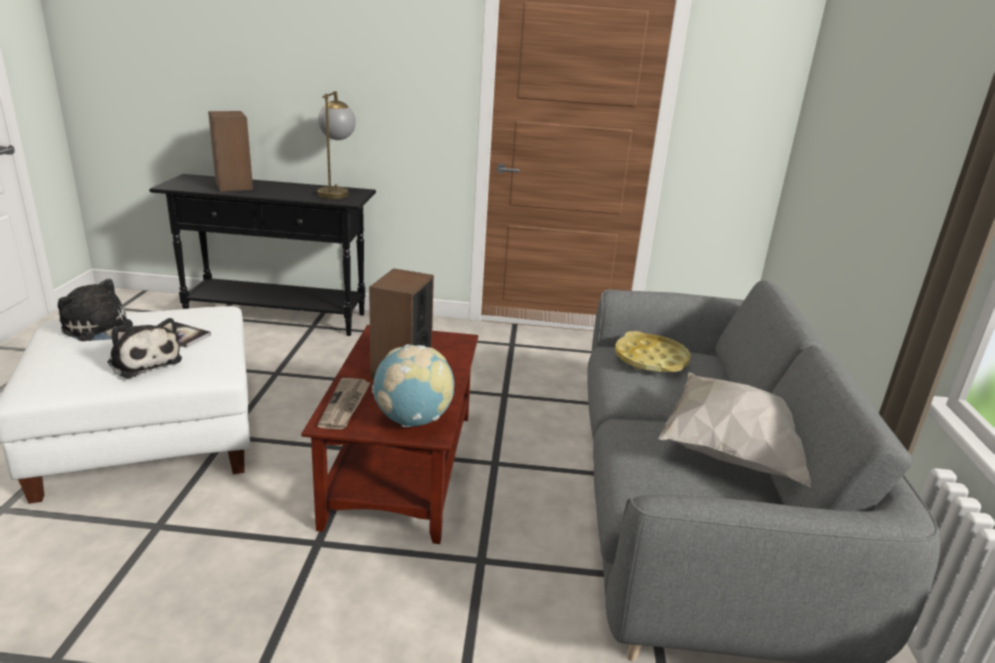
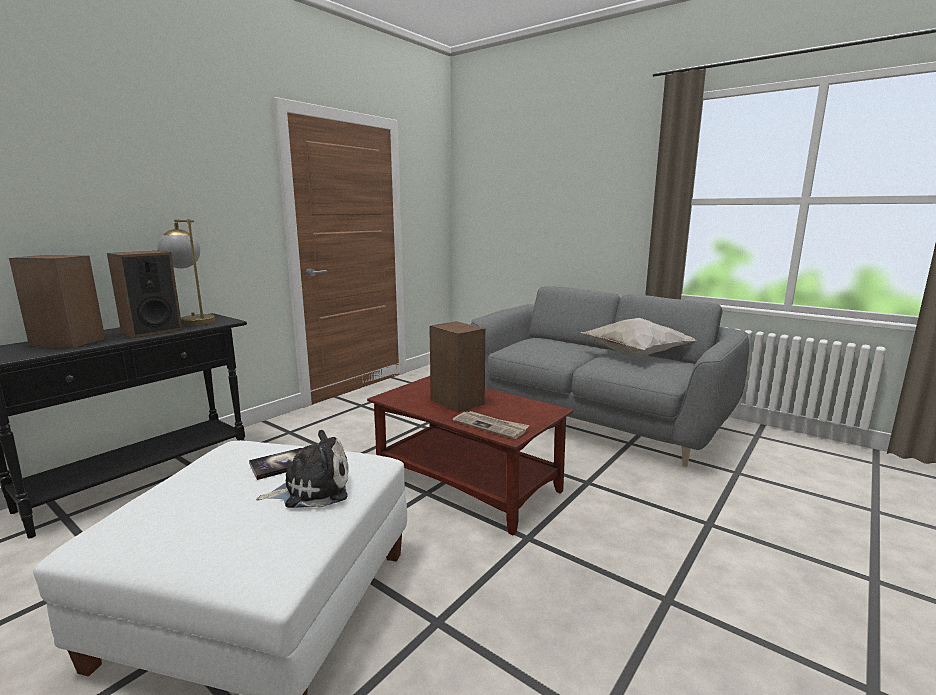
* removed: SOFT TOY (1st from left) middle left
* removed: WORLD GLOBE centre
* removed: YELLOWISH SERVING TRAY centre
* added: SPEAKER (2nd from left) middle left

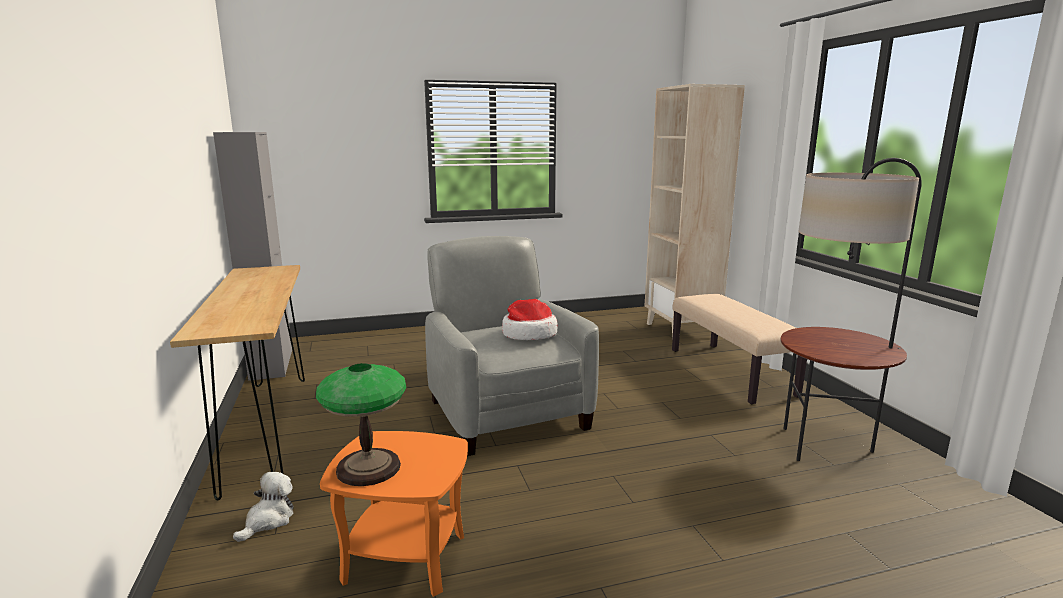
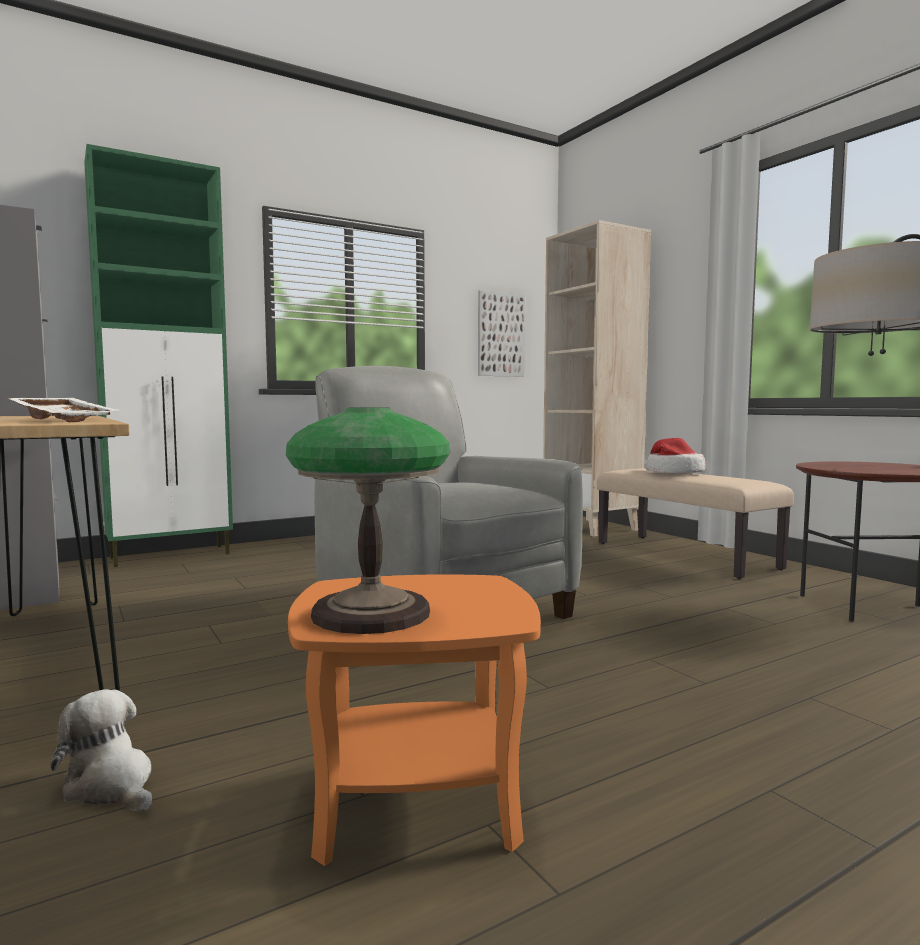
* turned: SOFT TOY bottom left = bottom left 60 degrees counterclockwise
* moved: WEARABLE HAT centre to middle right
* added: WHITE-COLOURED SERVING TRAY middle left
* added: GREENISH STORAGE CABINET middle left
* added: WALL ART centre

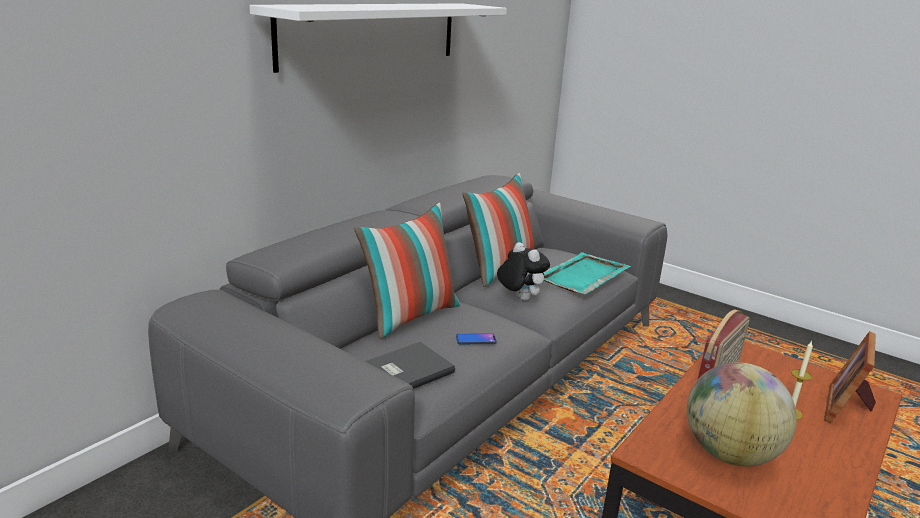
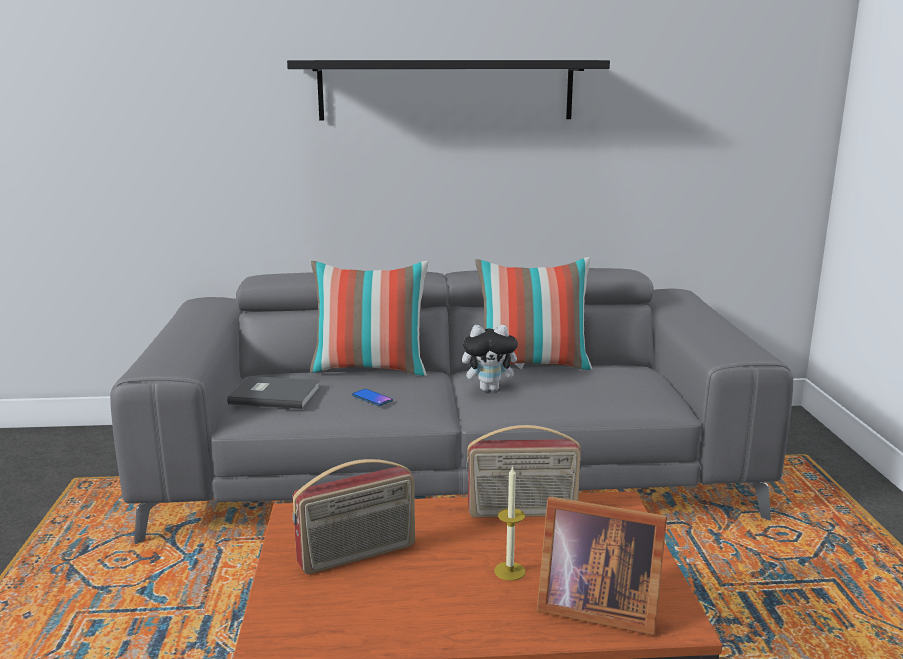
* recoloured: WHITE-COLOURED WALL SHELF top centre to BLACK WALL SHELF top centre
* turned: SOFT TOY centre = centre 75 degrees clockwise
* removed: TURQUOISE-COLOURED SERVING TRAY centre
* replaced: WORLD GLOBE bottom right to RADIO RECEIVER (1st from left) bottom centre
* turned: PICTURE FRAME bottom right = bottom right 150 degrees counterclockwise

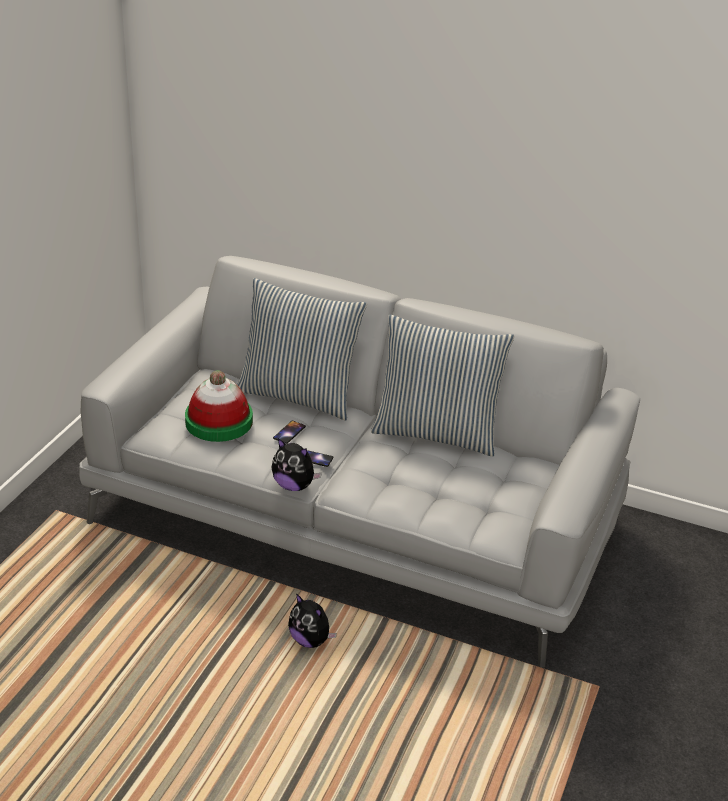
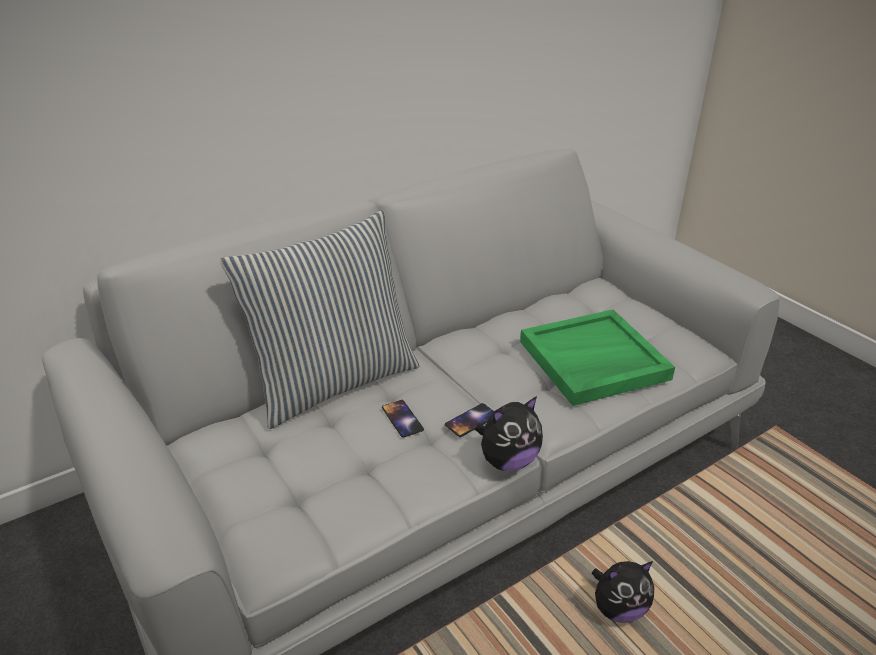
* removed: WEARABLE HAT middle left
* removed: THROW PILLOW (2nd from left) centre
* added: GREENISH SERVING TRAY middle right

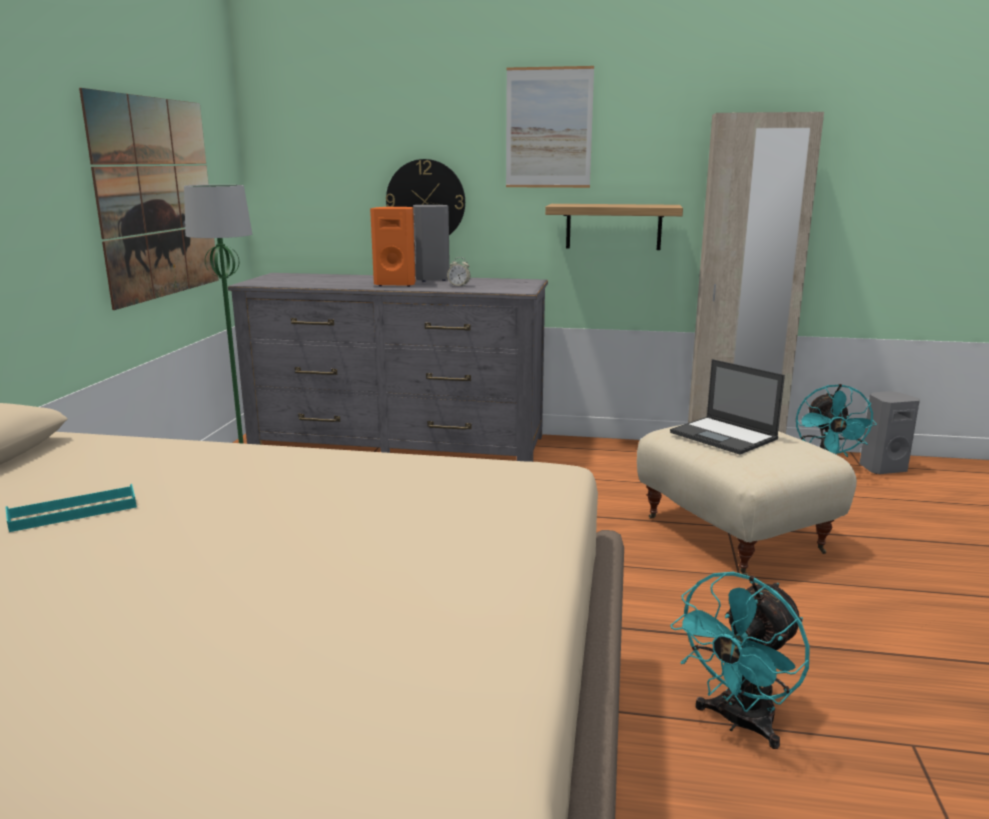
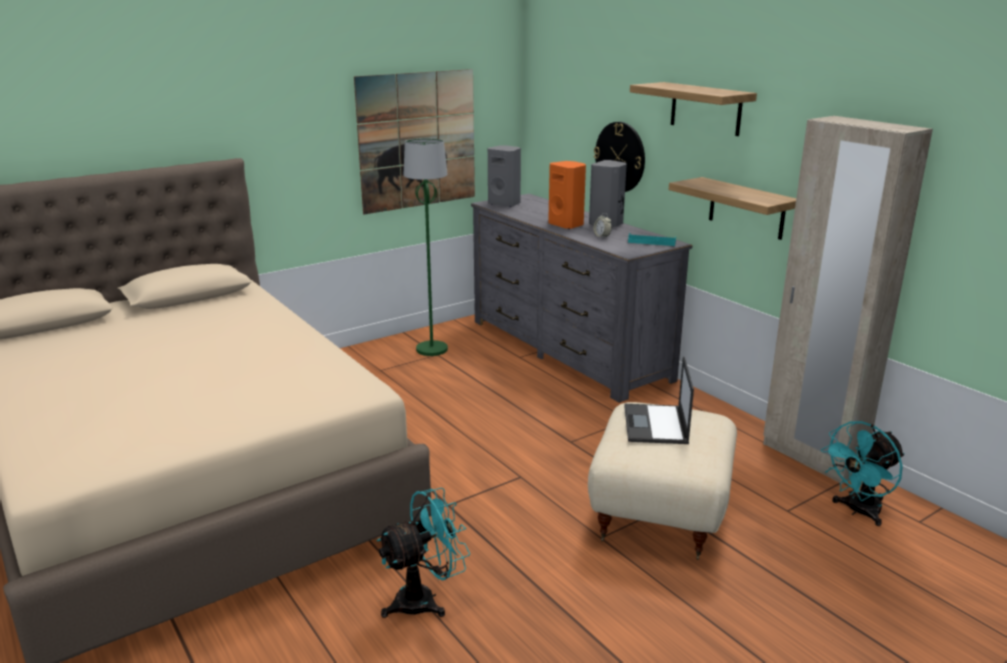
* moved: TURQUOISE-COLOURED SERVING TRAY middle left to centre
* replaced: WALL ART (2nd from left) top centre to WALL SHELF (1st from left) top right
* turned: TURQUOISE-COLOURED COOLING FAN (1st from left) bottom right = bottom centre 150 degrees clockwise
* moved: GREY SPEAKER (2nd from left in the first image) middle right to GREY SPEAKER (1st from left) top centre

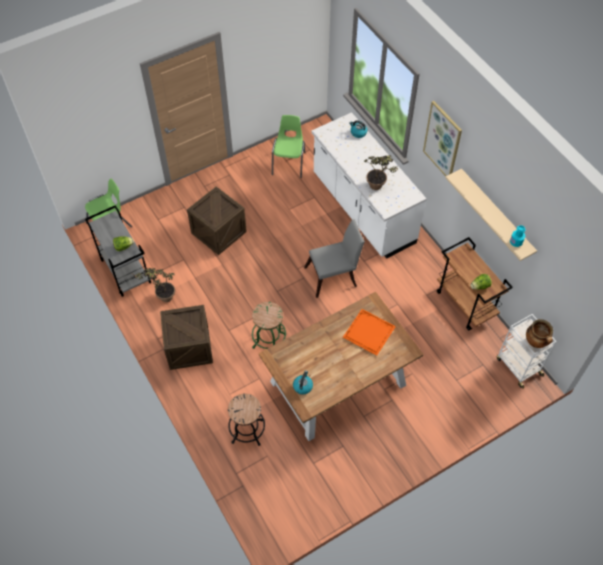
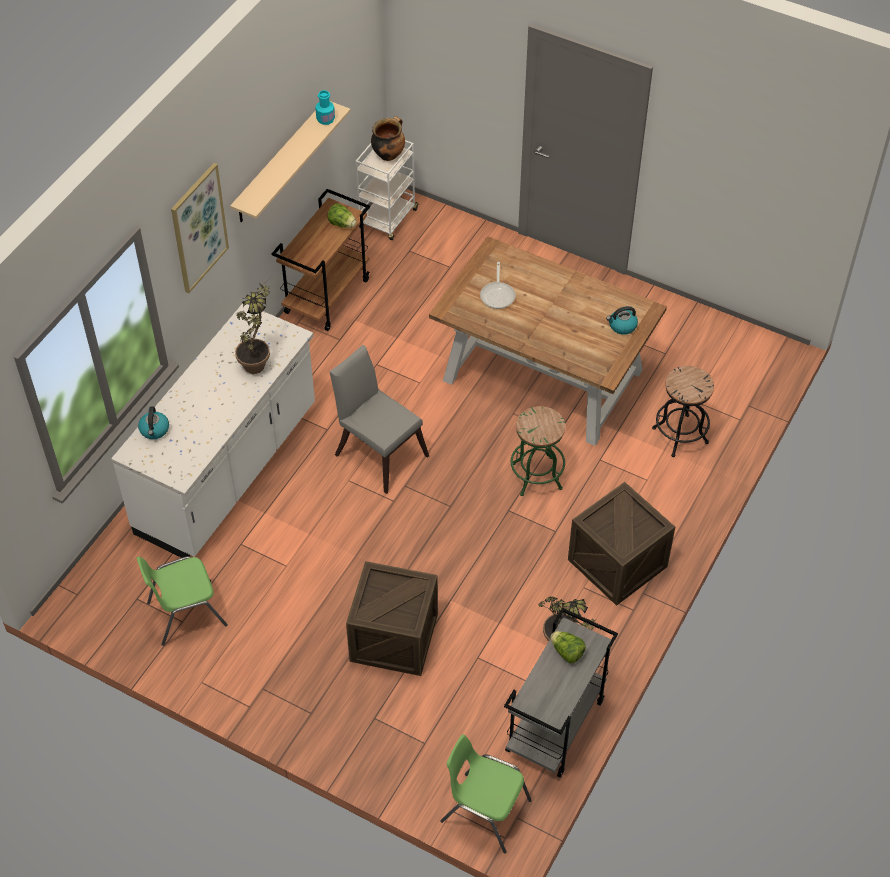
* replaced: ORANGE-COLOURED SERVING TRAY centre to SKILLET top centre

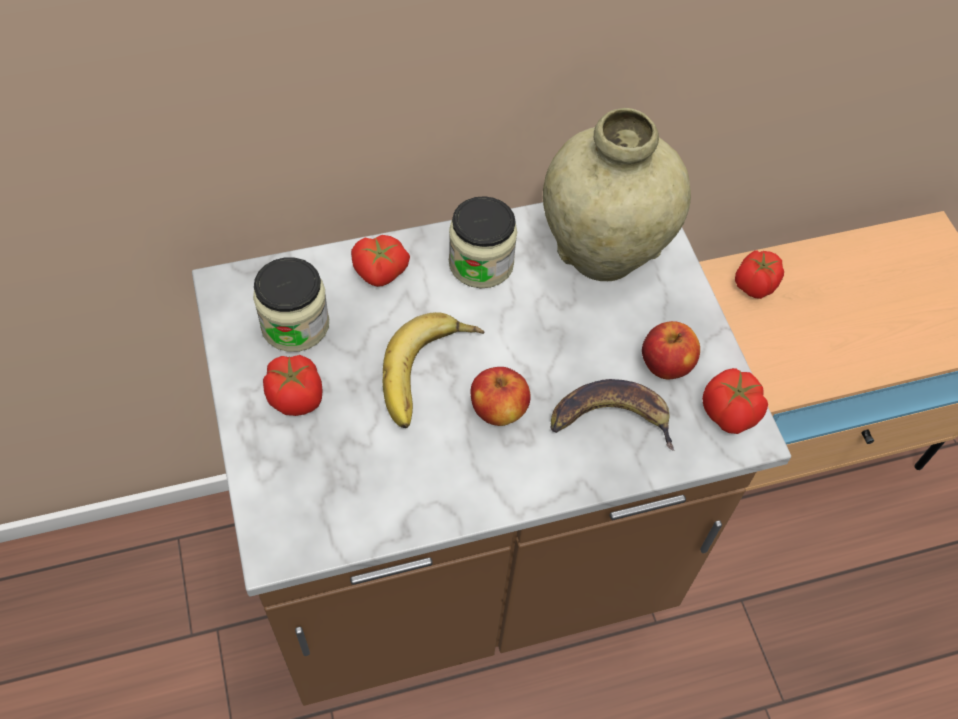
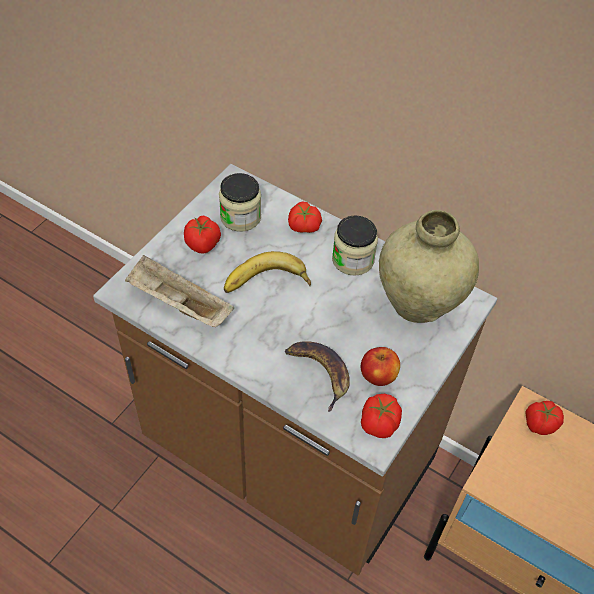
* removed: APPLE (1st from left) centre
* added: SAND-COLOURED SERVING TRAY middle left

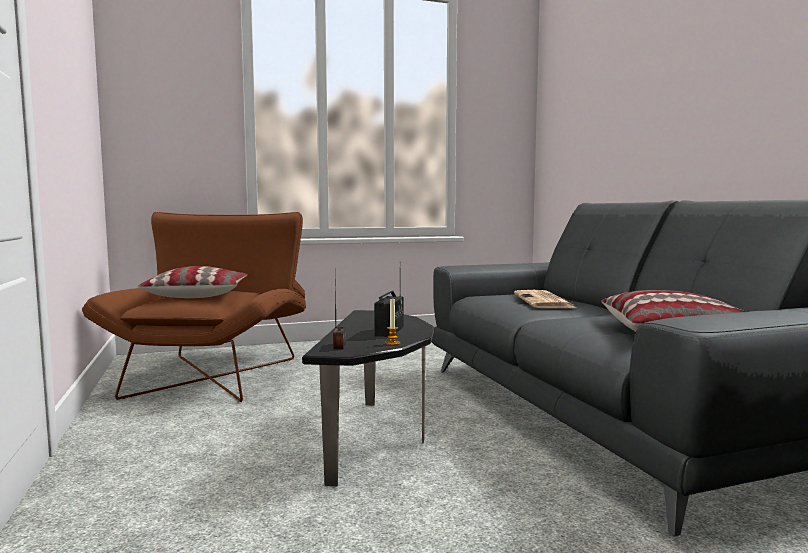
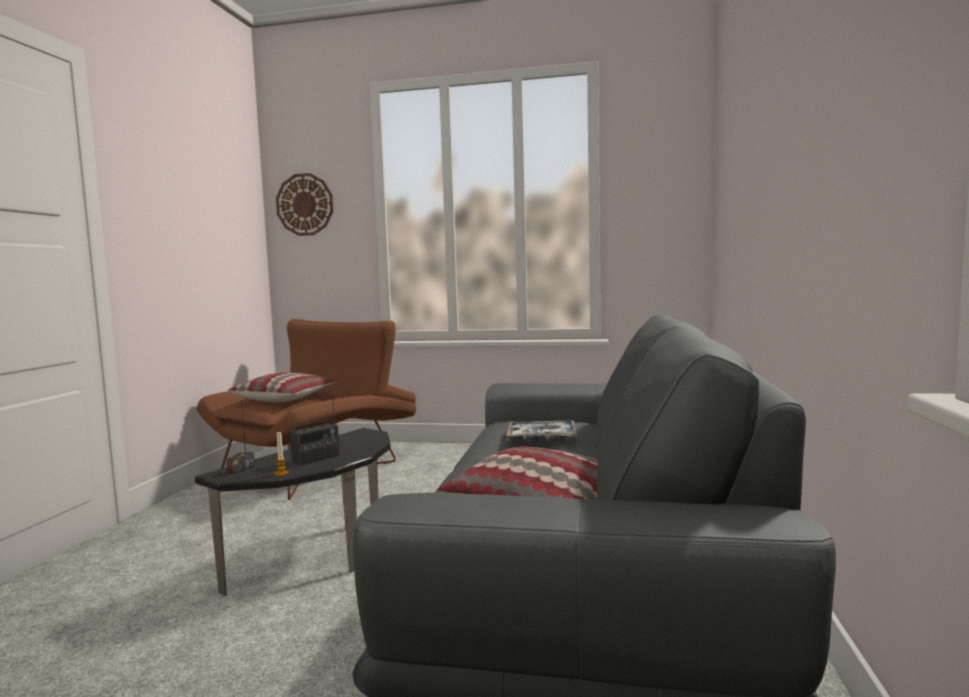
* replaced: PRINTED PAPER middle right to SERVING TRAY centre
* added: HANGING CLOCK top left

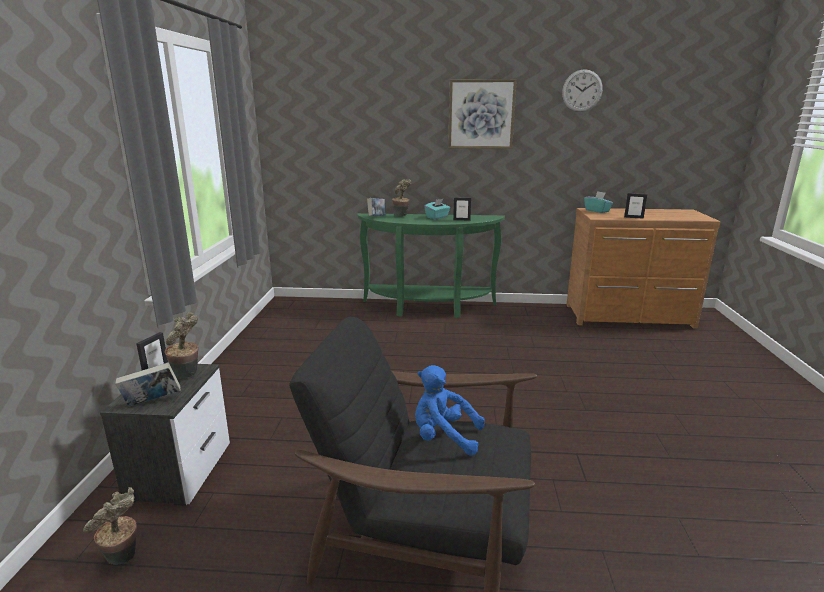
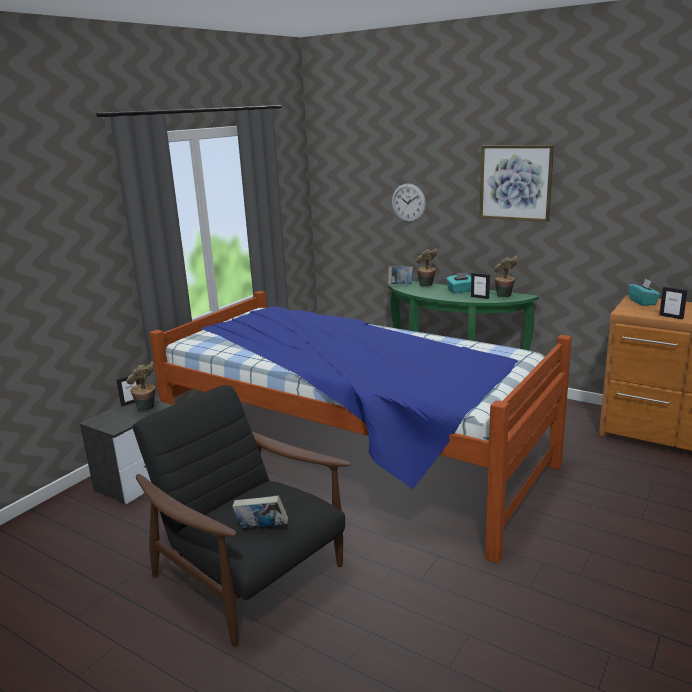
* moved: HOUSEPLANT (1st from left in the first image) bottom left to HOUSEPLANT (3rd from left) middle right
* moved: VOLUME (1st from left) middle left to bottom centre
* removed: BLUISH SOFT TOY bottom centre
* moved: HANGING CLOCK top right to top centre
* added: SLEEPING BED centre

